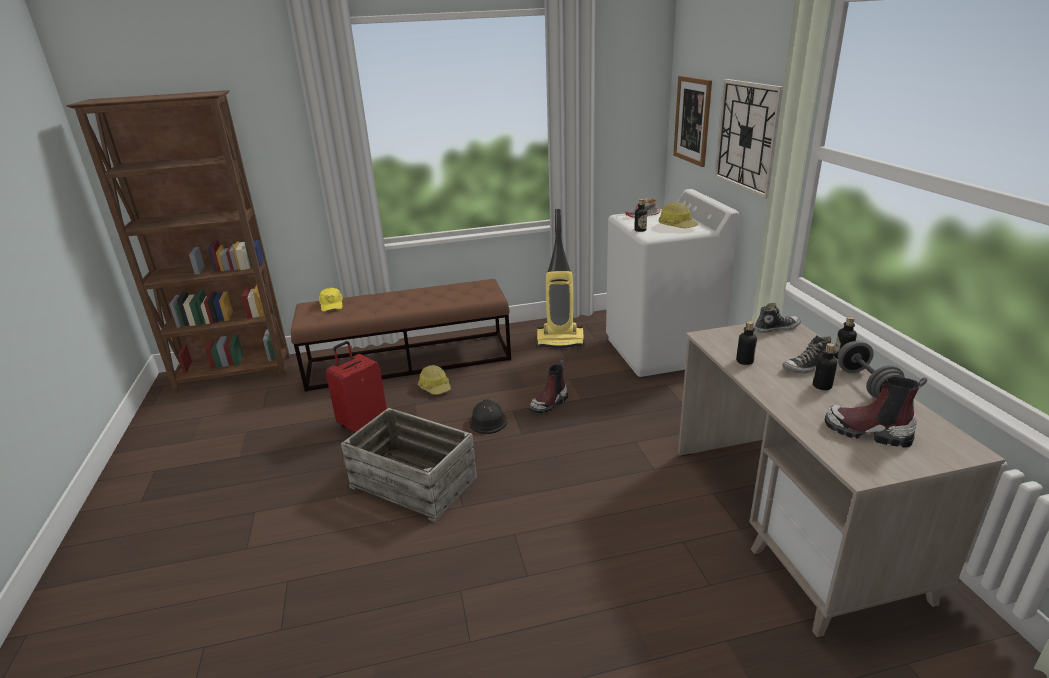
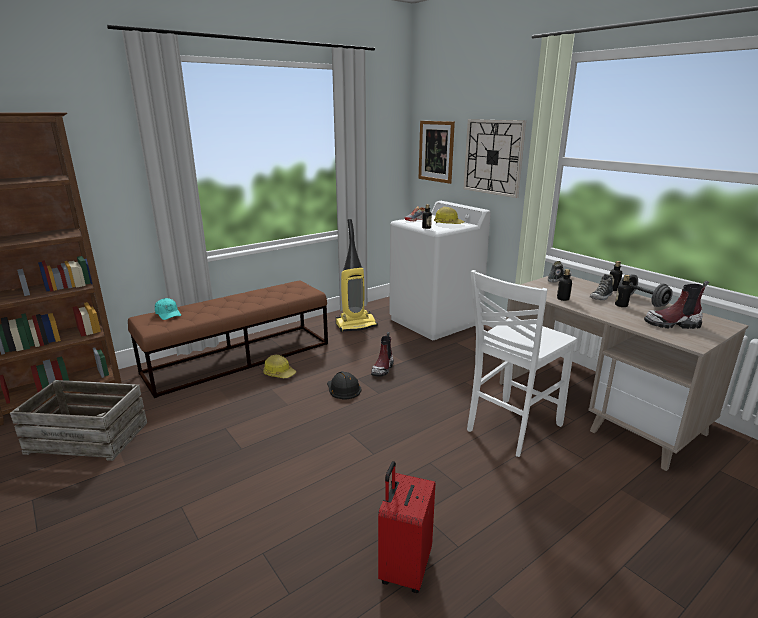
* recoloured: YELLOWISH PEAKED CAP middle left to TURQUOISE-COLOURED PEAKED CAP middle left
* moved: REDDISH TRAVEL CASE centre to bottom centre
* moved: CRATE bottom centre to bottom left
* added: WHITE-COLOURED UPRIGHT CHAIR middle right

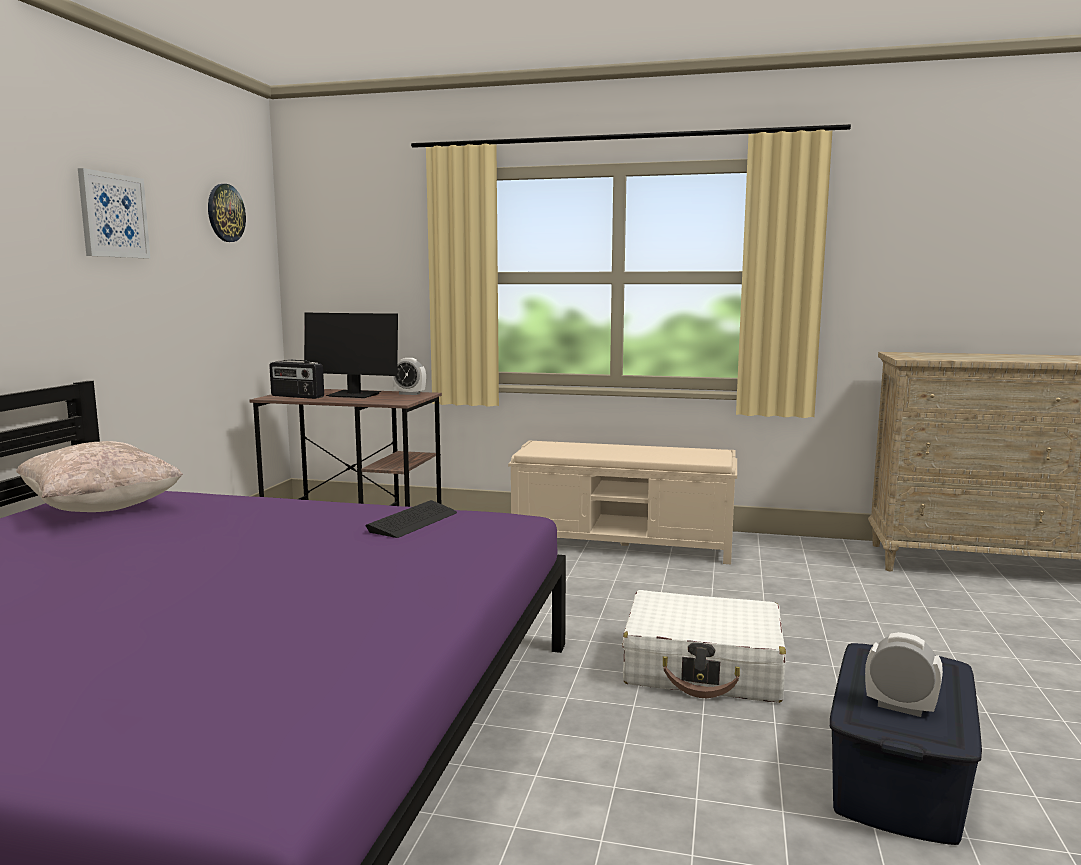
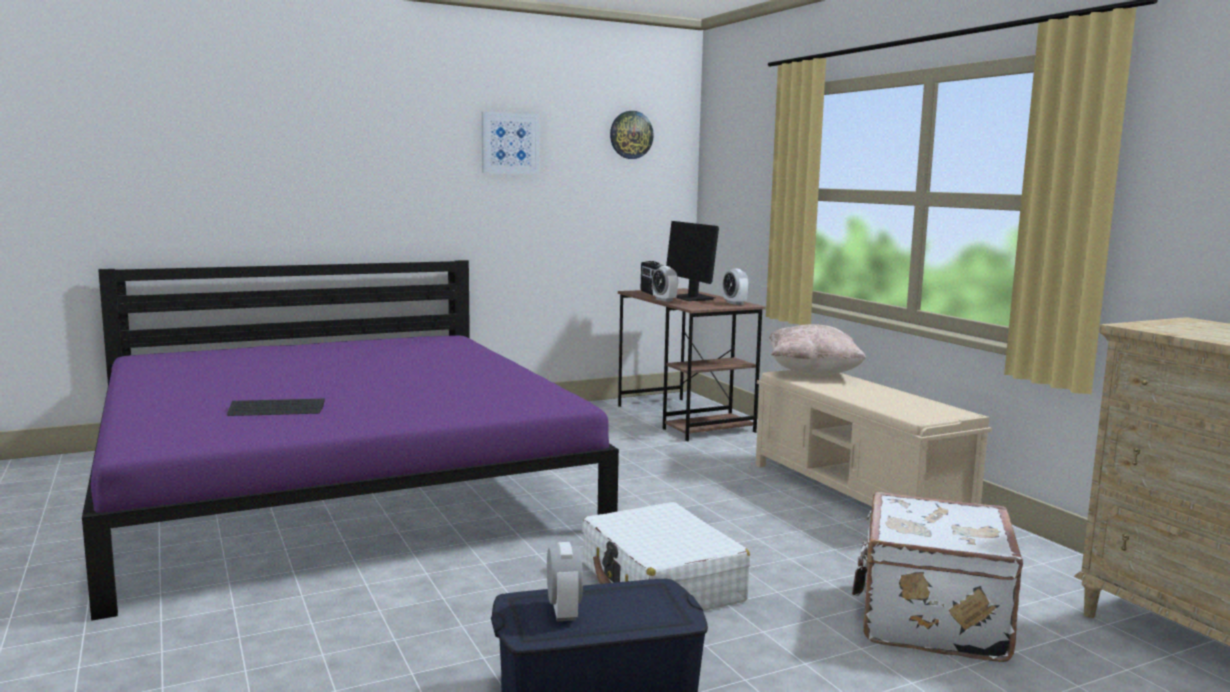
* moved: SAND-COLOURED THROW PILLOW middle left to centre
* moved: COMPUTER KEYBOARD centre to middle left
* added: TABLE CLOCK (2nd from left) centre
* added: WHITE-COLOURED TRAVEL CASE (2nd from left) bottom right

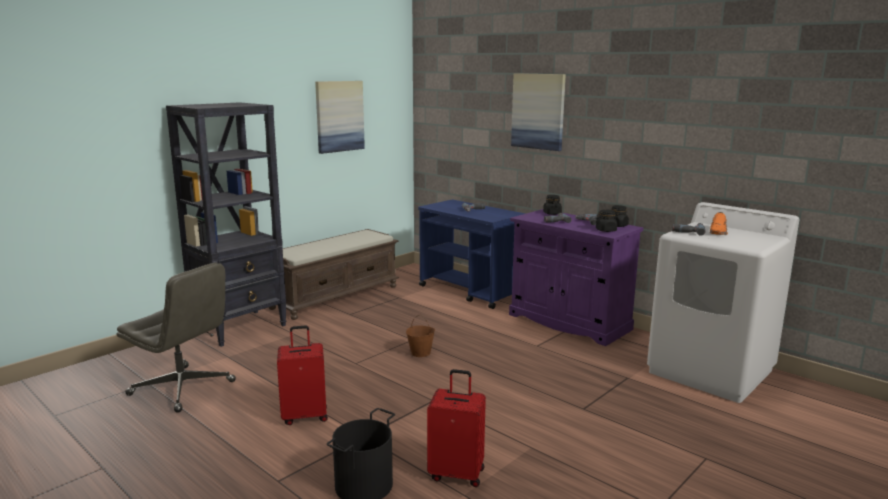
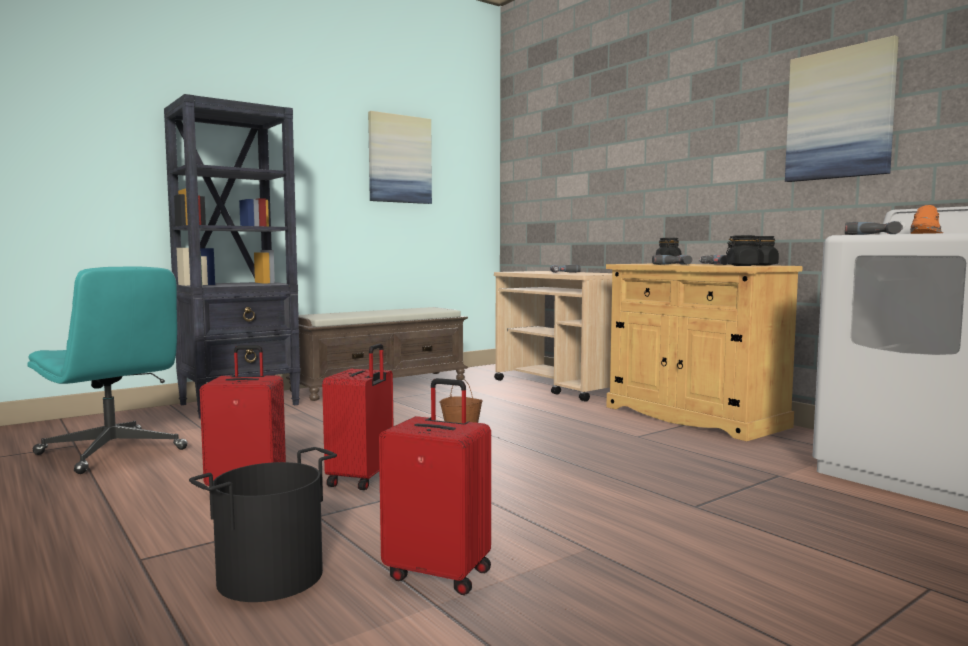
* recoloured: GREY COMPUTER CHAIR bottom left to TURQUOISE-COLOURED COMPUTER CHAIR middle left
* recoloured: BLUISH TROLLEY centre to SAND-COLOURED TROLLEY centre
* recoloured: PURPLE STORAGE CABINET centre to SAND-COLOURED STORAGE CABINET middle right
* moved: WALL ART (2nd from left) top centre to top right
* added: REDDISH TRAVEL CASE (2nd from left) centre

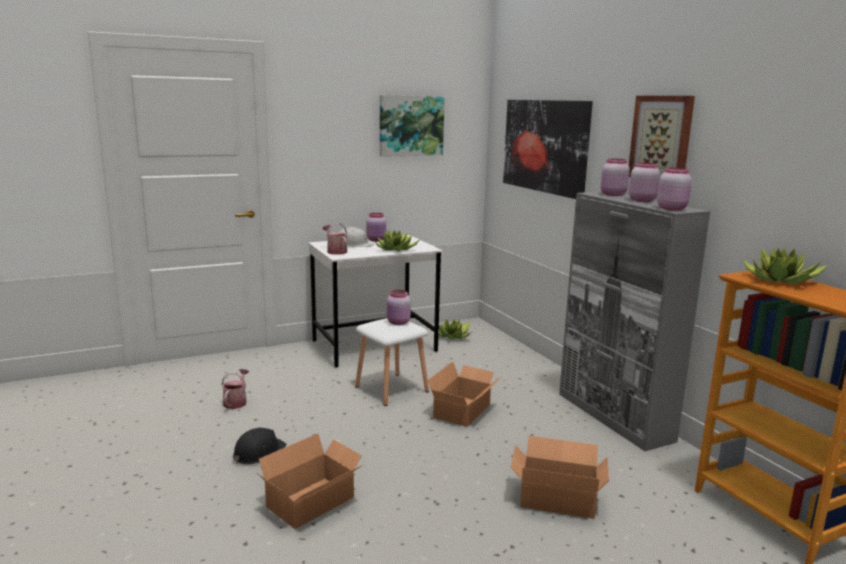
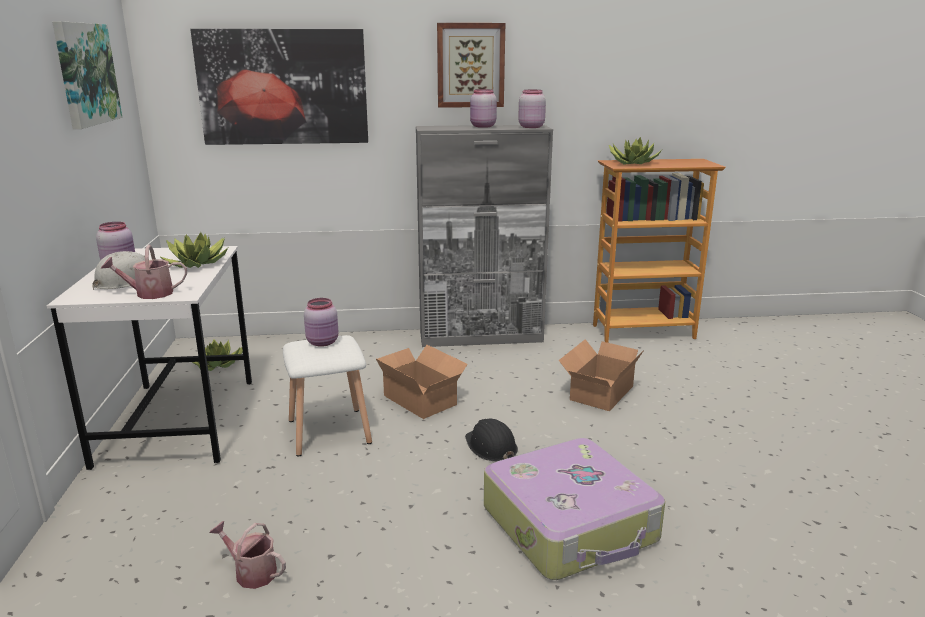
* moved: BLACK WORK HELMET bottom left to bottom centre
* replaced: CARDBOARD BOX (1st from left) bottom centre to TRAVEL CASE bottom centre
* removed: PINKISH STORAGE JAR (3rd from left) top right

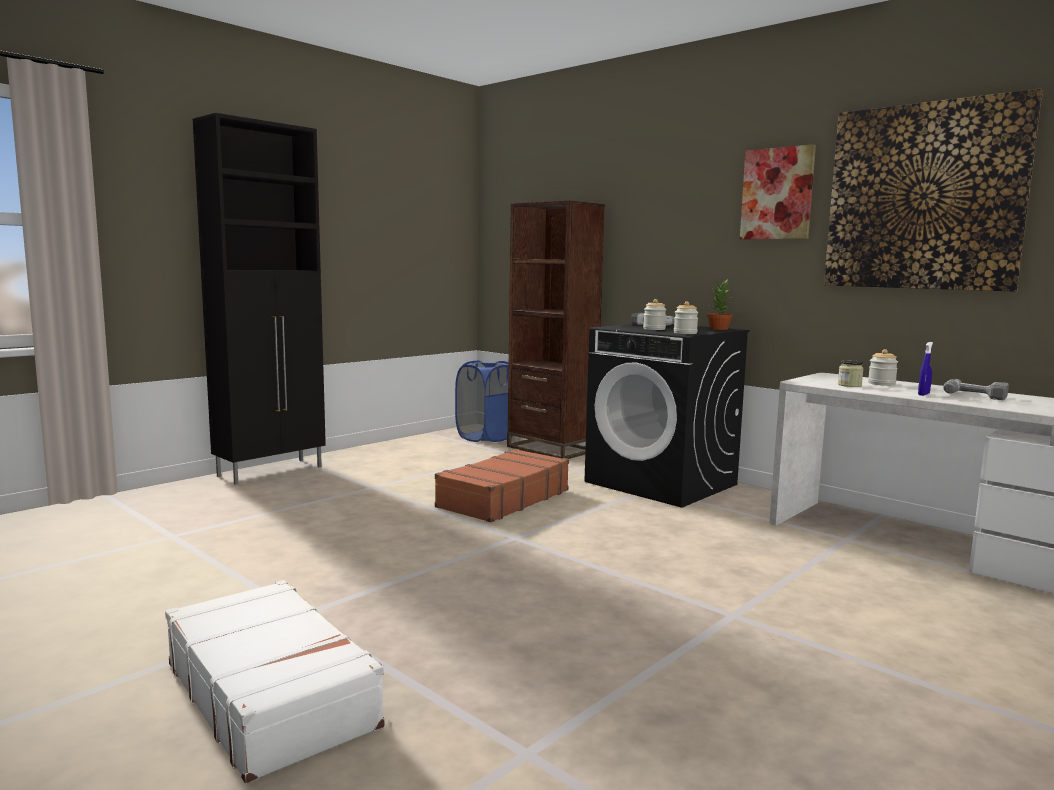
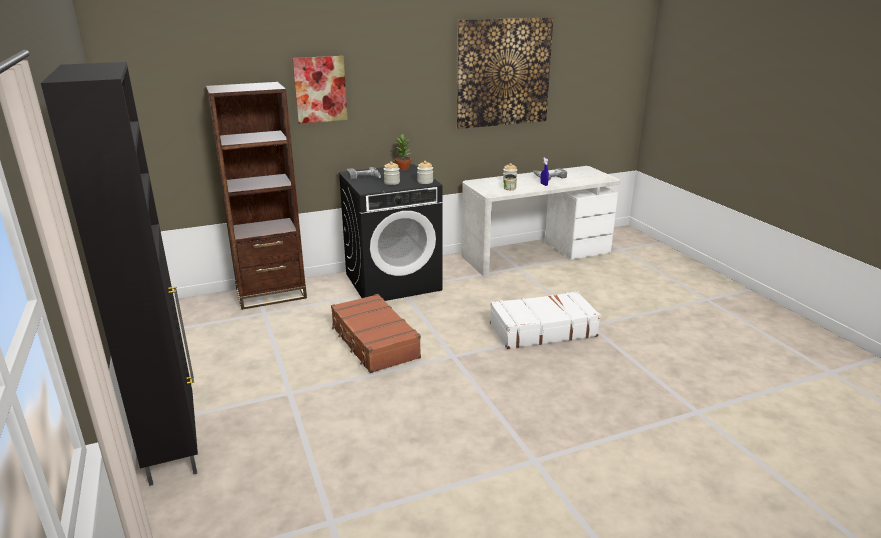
* moved: WHITE-COLOURED TRAVEL CASE bottom left to centre
* removed: BLUISH LAUNDRY BASKET centre
* moved: WALL ART (1st from left) top right to top centre

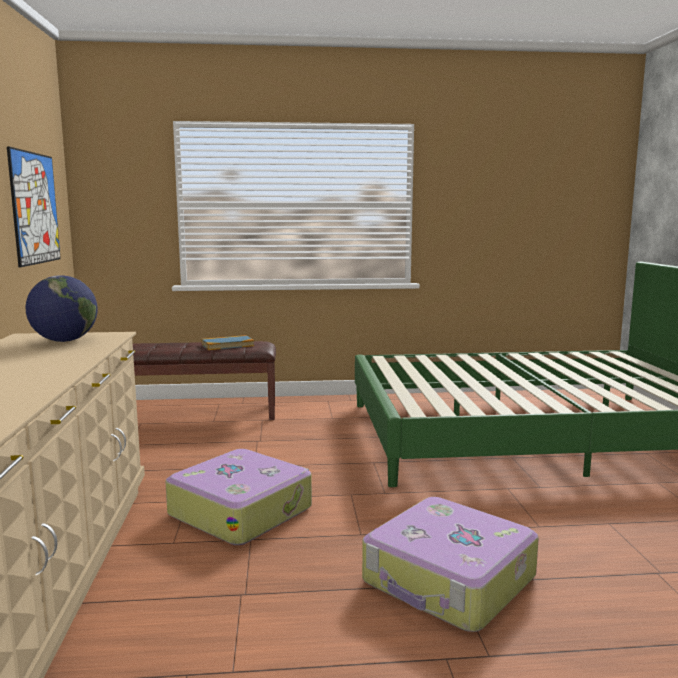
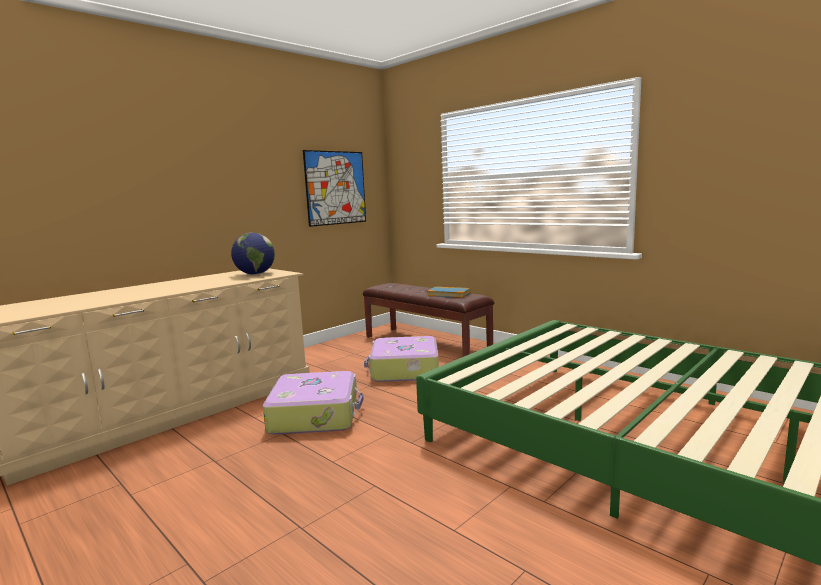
* moved: TRAVEL CASE (2nd from left) bottom centre to centre

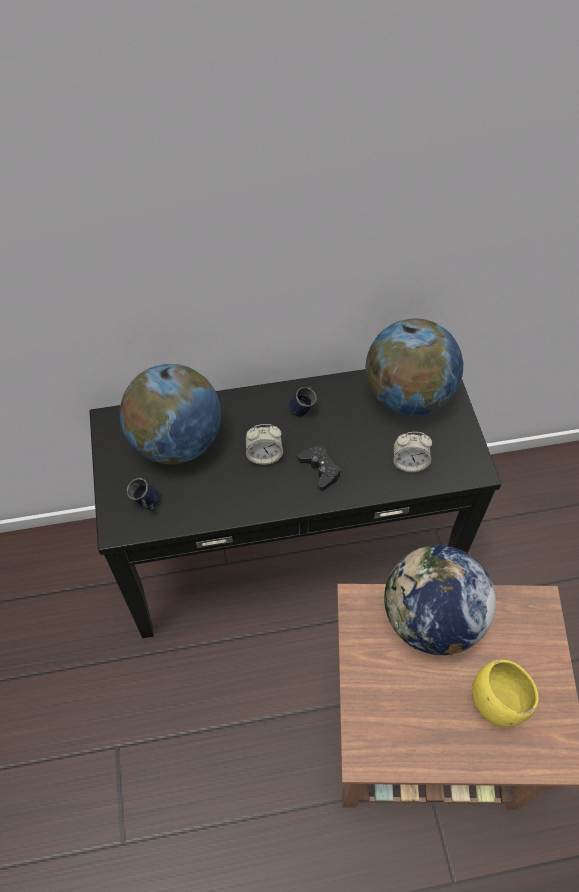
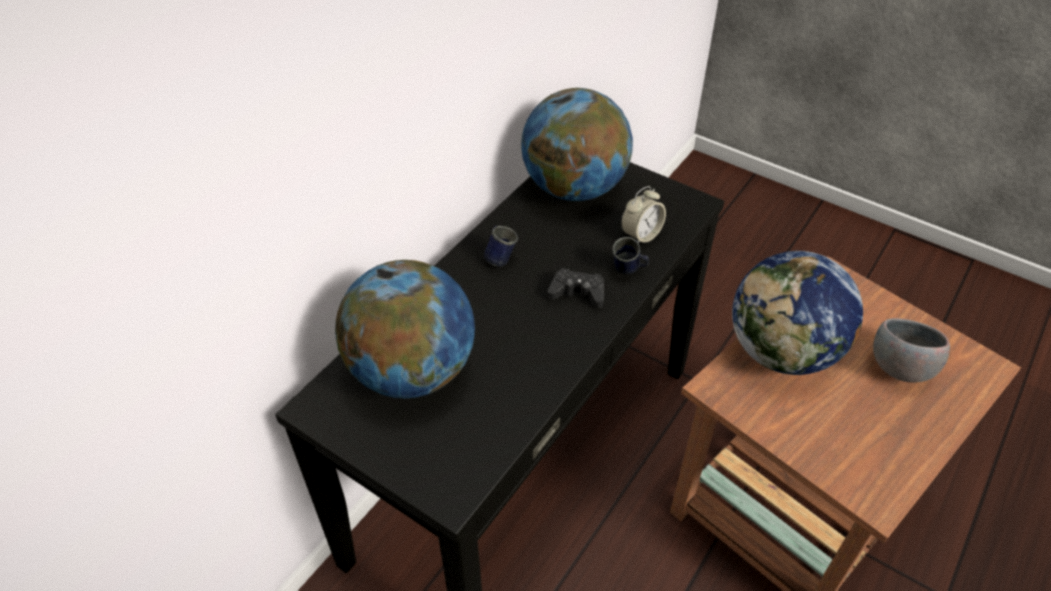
* moved: BLUISH MUG (1st from left in the first image) middle left to BLUISH MUG (2nd from left) centre
* removed: TABLE CLOCK (1st from left) centre
* recoloured: YELLOWISH BOWL bottom right to GREY BOWL middle right

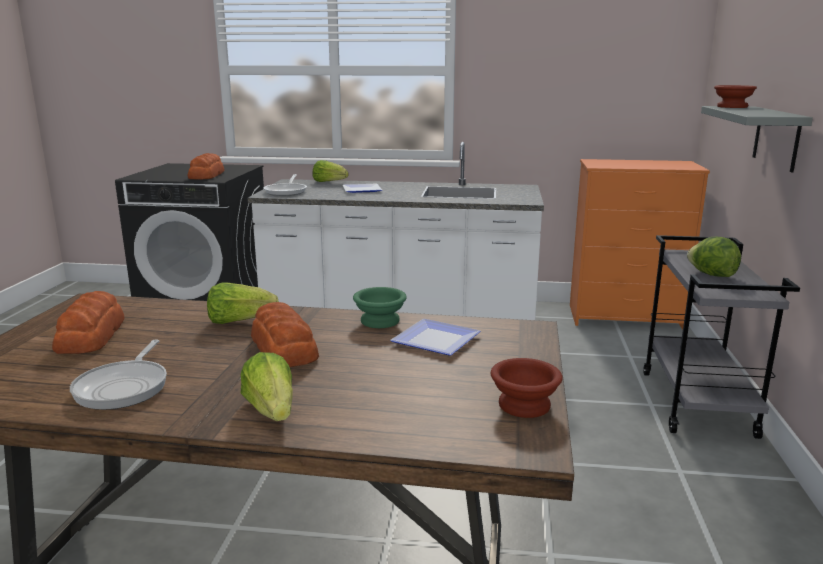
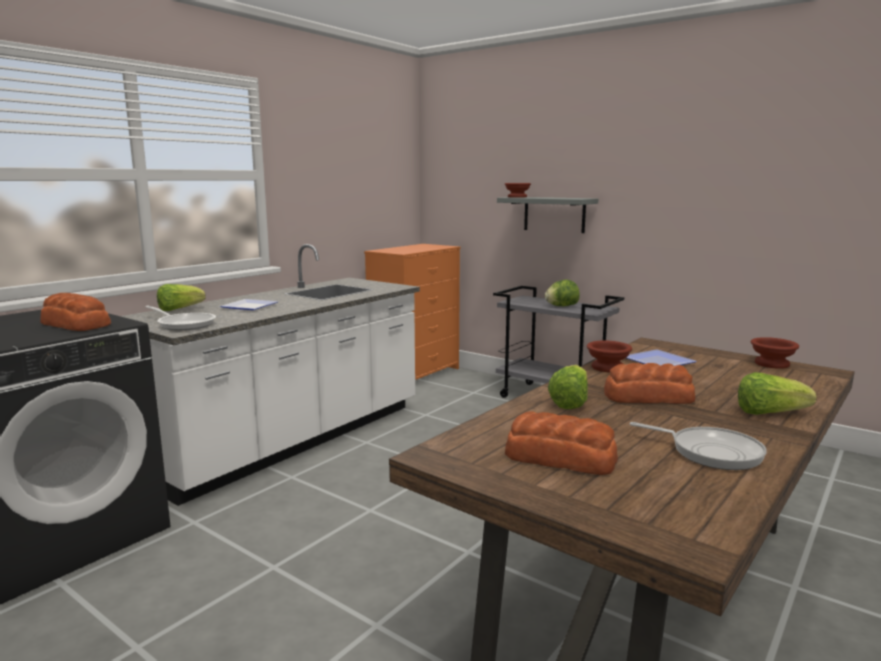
* recoloured: GREENISH BOWL centre to BROWN-COLOURED BOWL (2nd from left) middle right

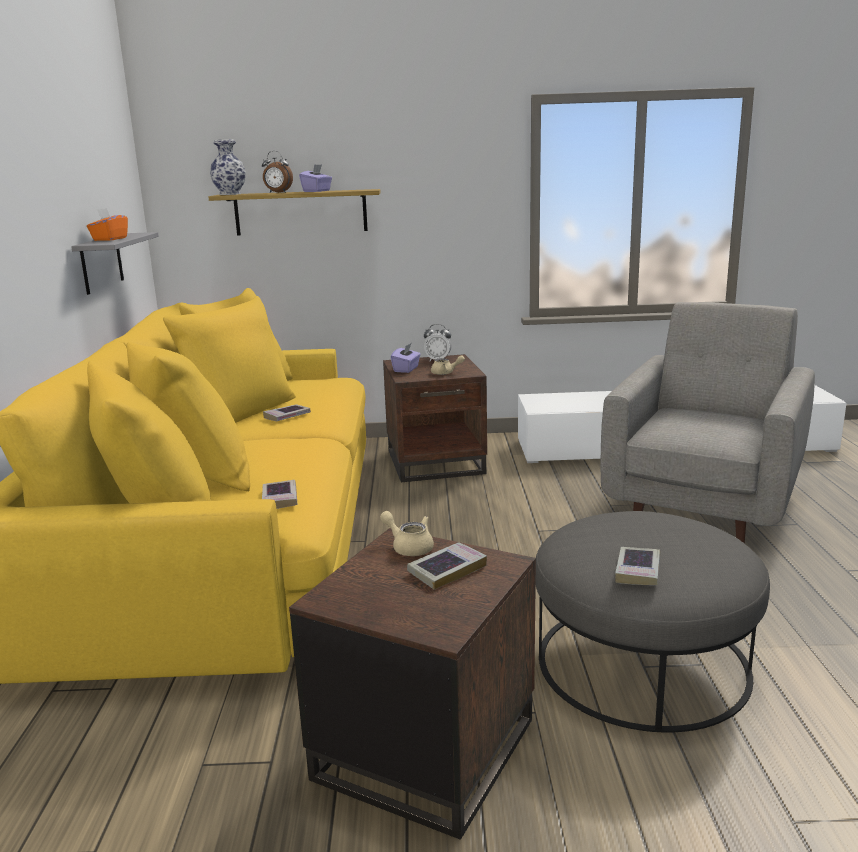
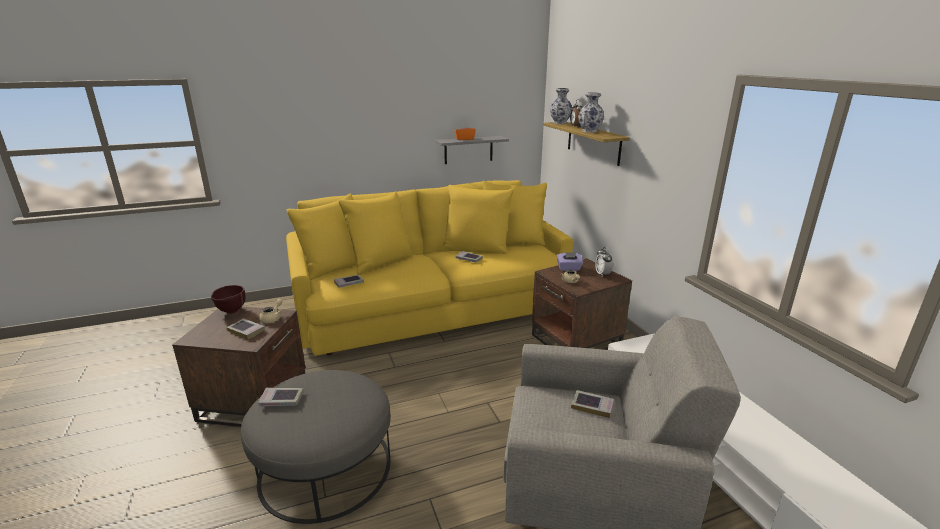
* replaced: PURPLE BOX OF TISSUES (1st from left) top centre to DECORATIVE VASE (2nd from left) top centre
* added: BROWN-COLOURED BOWL middle left
* added: VOLUME (5th from left) bottom centre

